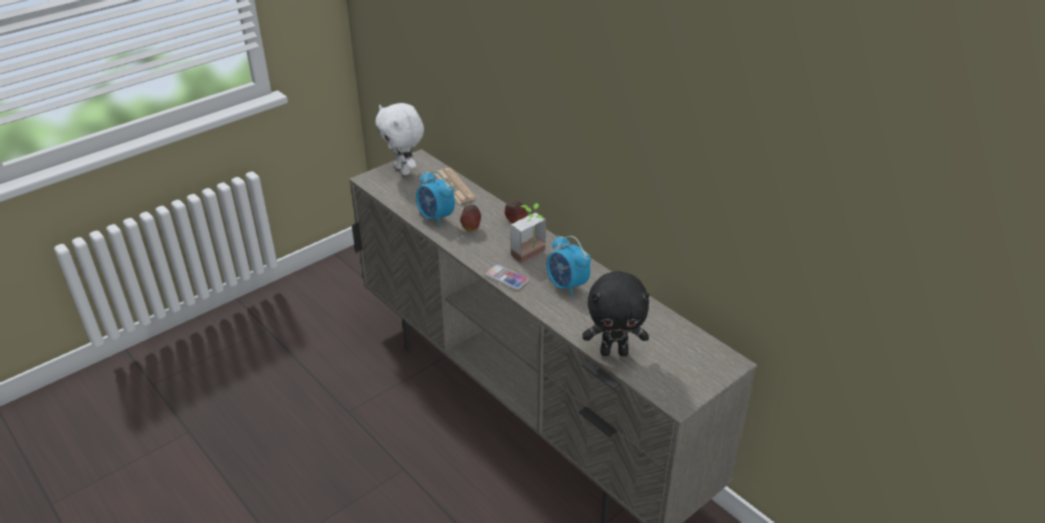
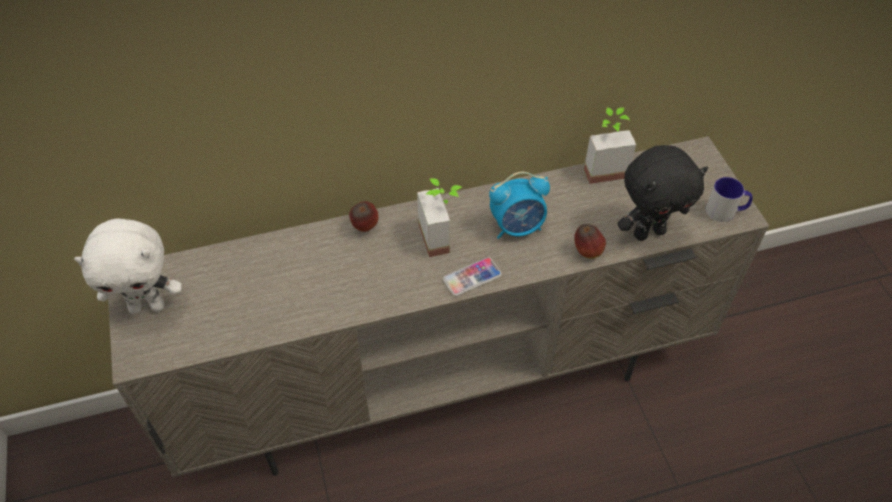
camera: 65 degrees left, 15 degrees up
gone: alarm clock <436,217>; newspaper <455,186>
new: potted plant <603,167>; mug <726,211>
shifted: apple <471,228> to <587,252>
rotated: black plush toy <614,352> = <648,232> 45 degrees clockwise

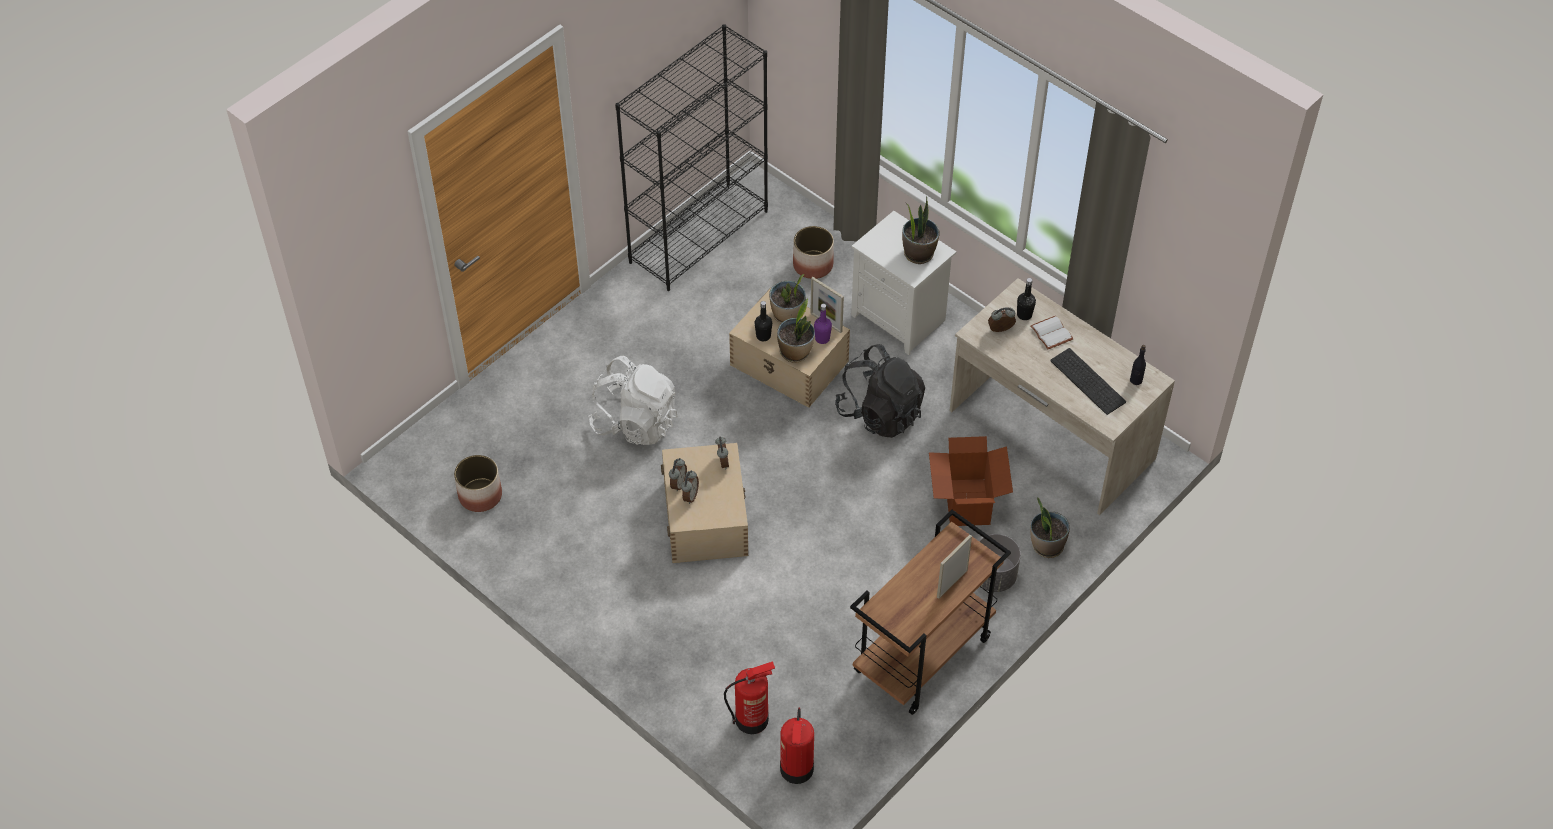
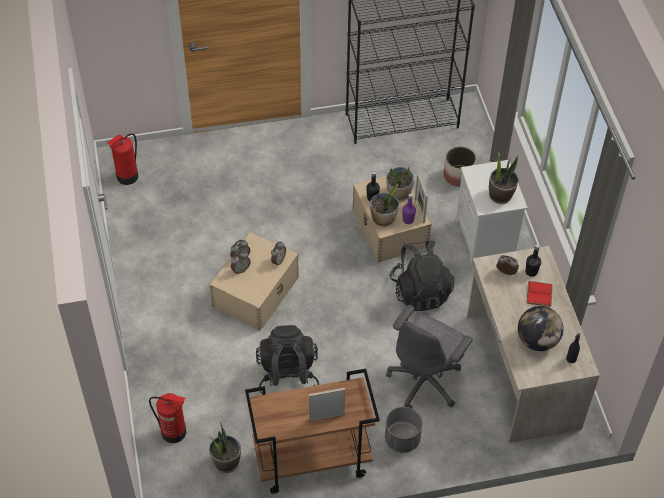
camera: 35 degrees right, 0 degrees up
gone: planter <480,495>; white backpack <635,422>
new: black backpack <288,377>
shifted: fire extinguisher <796,769> to <127,177>; potted plant <1046,546> to <226,462>
swapped: cardboard box <966,503> to grey office chair <425,381>; keyboard <1089,381> to globe <537,340>
repainted: white book <1052,333> to red book <540,295>

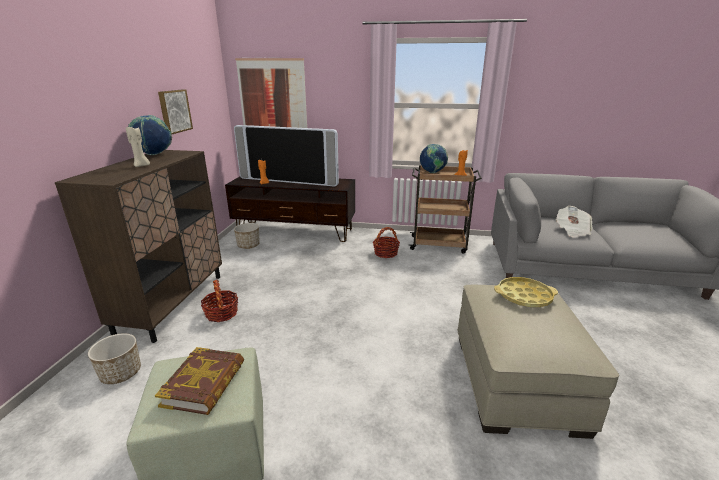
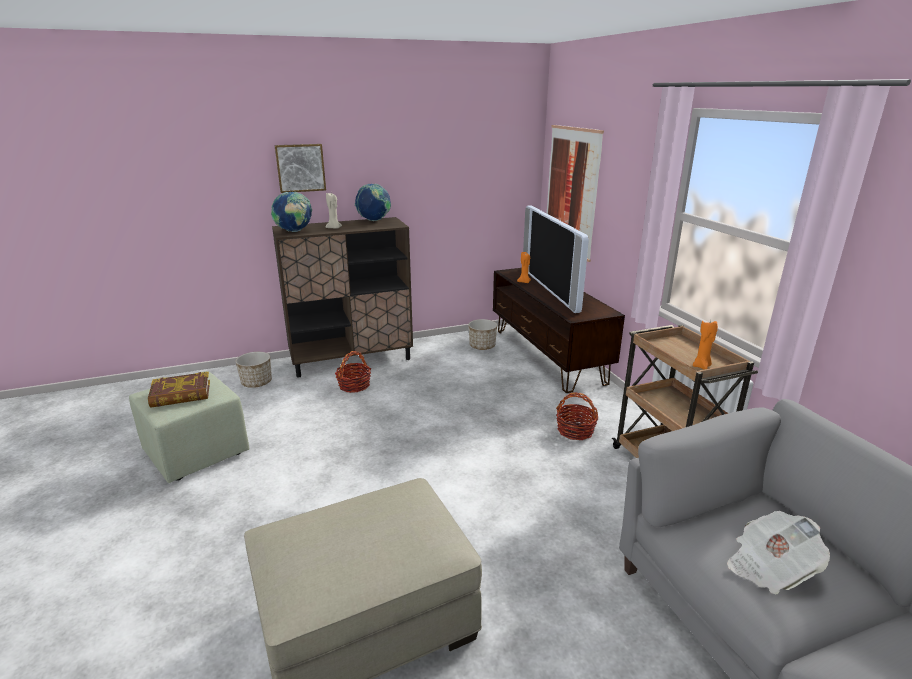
camera: 60 degrees right, 0 degrees up
gone: yellow tray <524,296>
shifted: picture <174,111> to <300,168>; globe <432,173> to <294,231>

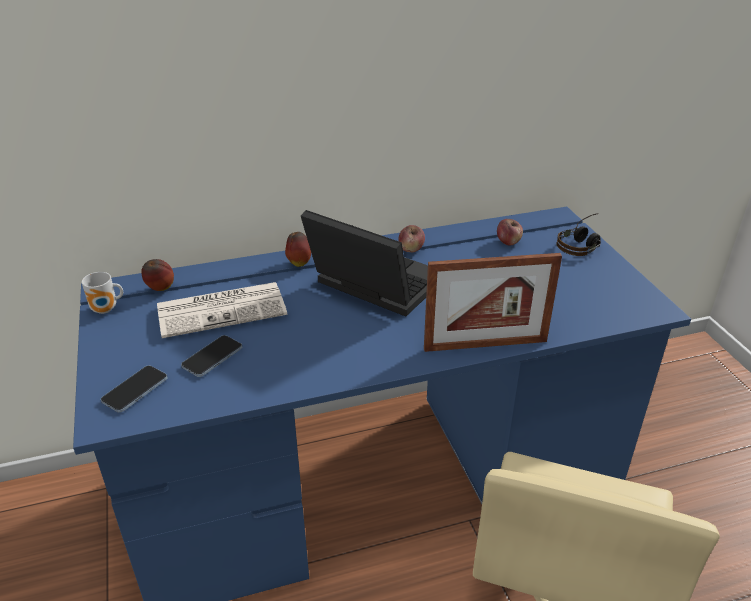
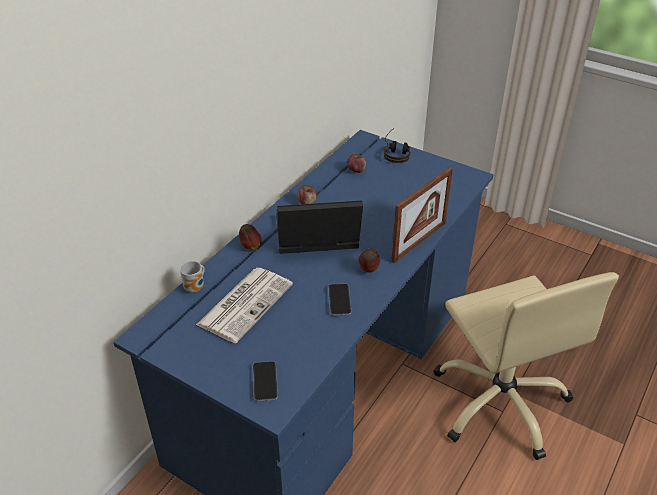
camera: 40 degrees left, 5 degrees up
shifted: mug <106,310> to <196,288>; apple <160,289> to <368,270>; phone <212,357> to <339,300>

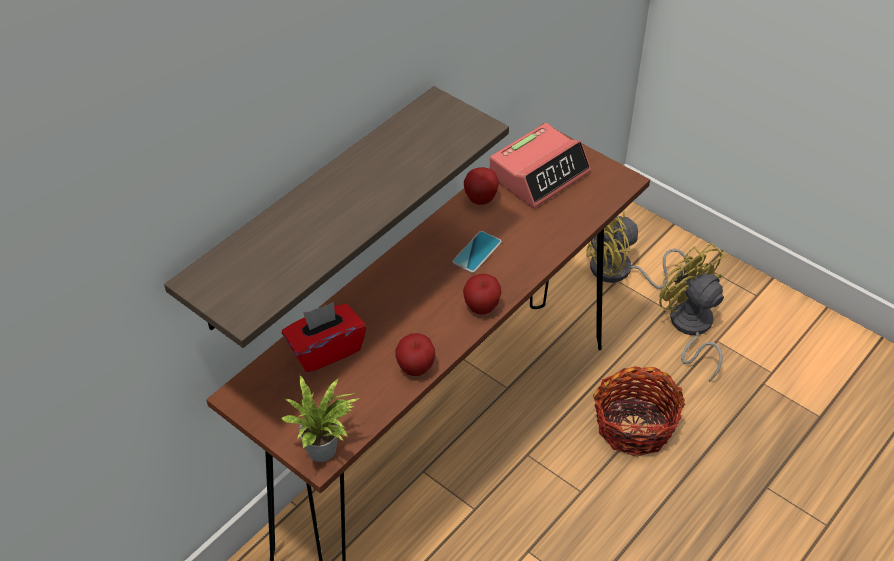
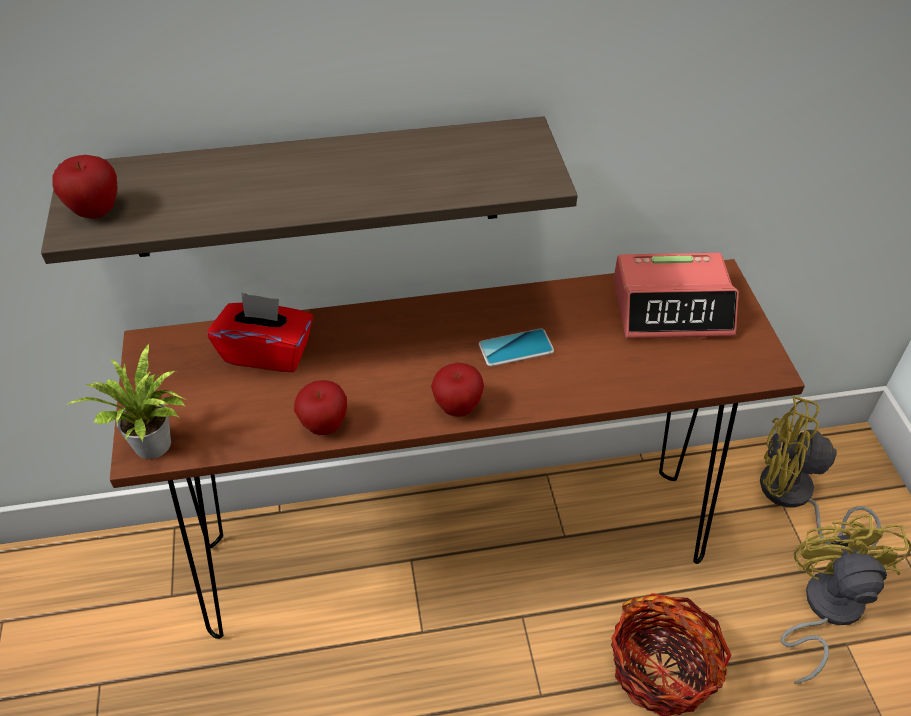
camera: 40 degrees right, 0 degrees up
shifted: apple <480,200> to <96,211>

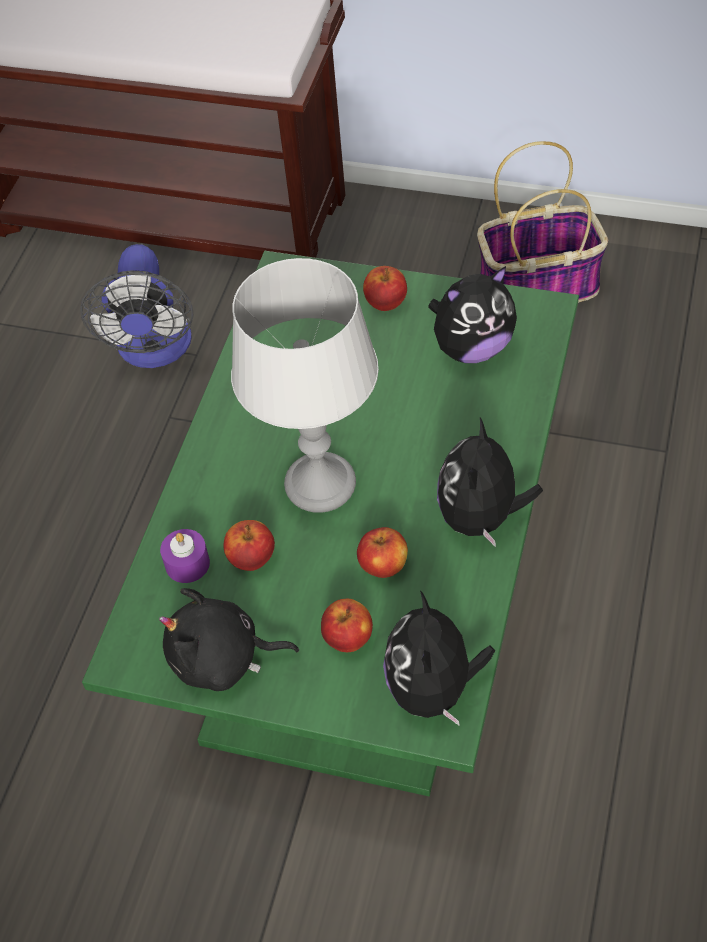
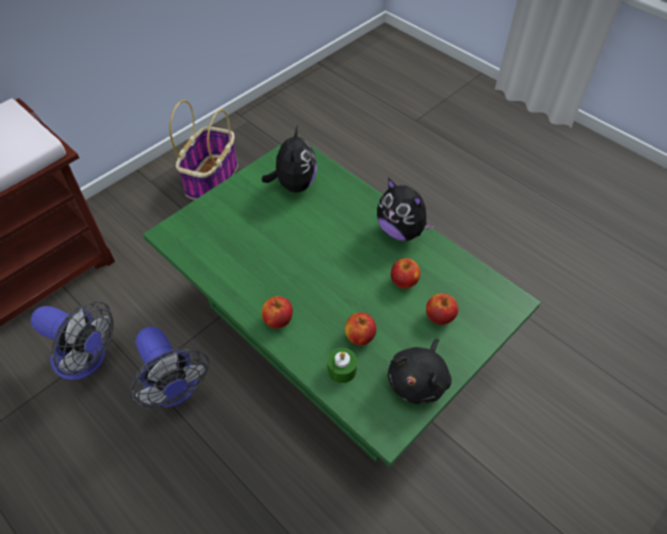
camera: 65 degrees left, 0 degrees up
gone: grey table lamp <320,483>; plush toy <434,689>
new: fan <175,389>
shifted: apple <385,303> to <278,320>
repainted: purple candle <187,564> to green candle <342,370>

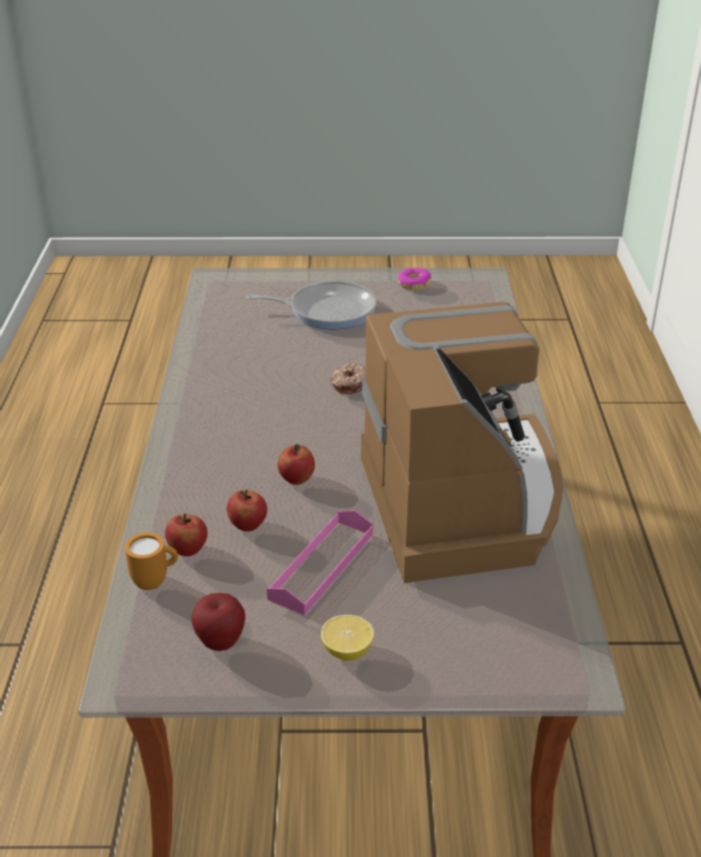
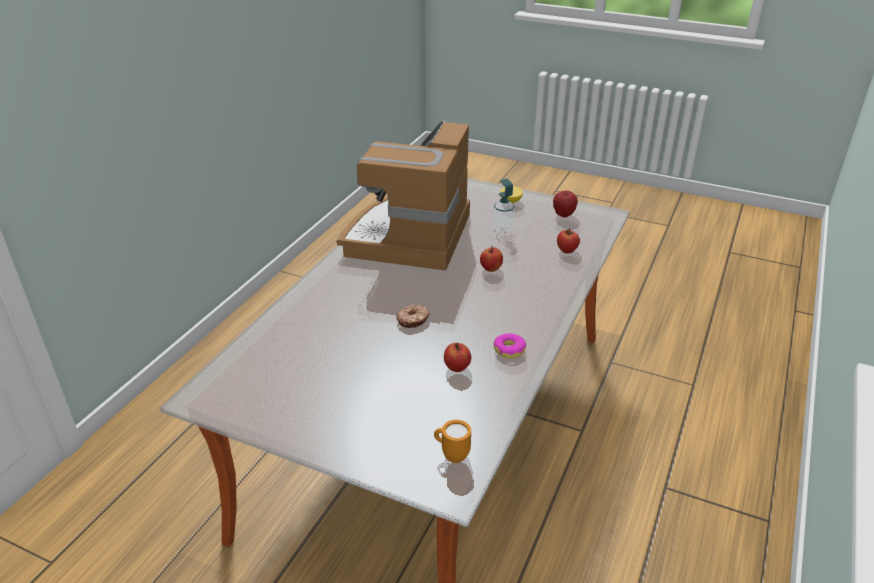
camera: 155 degrees left, 0 degrees up
gone: frying pan <327,310>
shifted: orange mug <155,581> to <451,455>; apple <248,525> to <457,368>; donut <414,284> to <509,350>
swapped: pink tray <322,566> to soap dispenser <502,229>

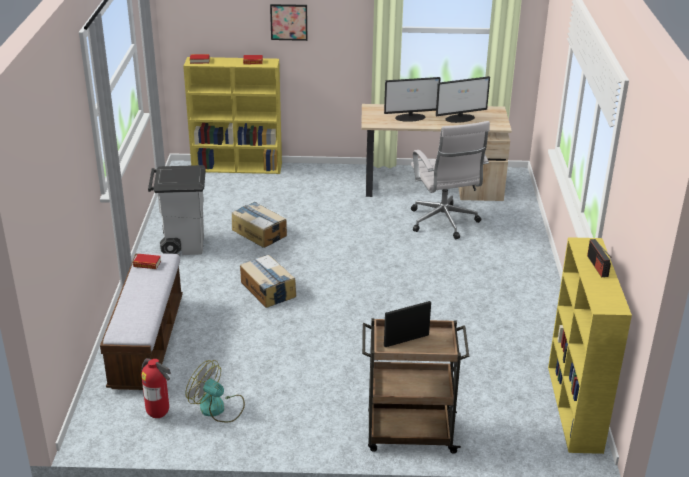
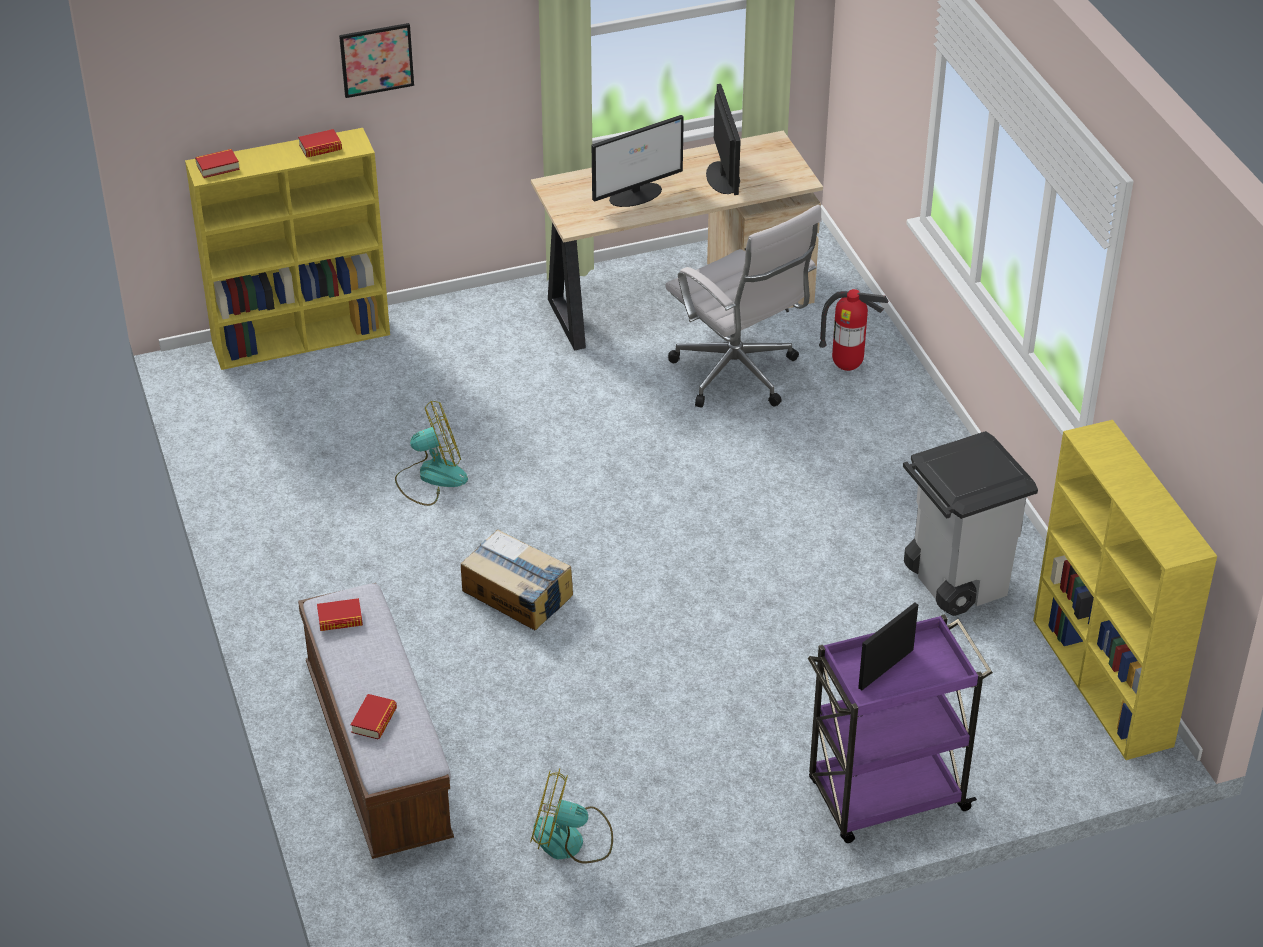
camera: 20 degrees left, 10 degrees up
gone: radio <597,266>
new: book <374,720>
shifted: fire extinguisher <159,415> to <847,366>; grey trash can <183,244> to <954,581>
swapped: cardboard box <259,232> to fan <431,477>
repainted: brown cart <409,433> to purple cart <885,797>
rotated: monitor <460,118> = <723,177> 60 degrees counterclockwise

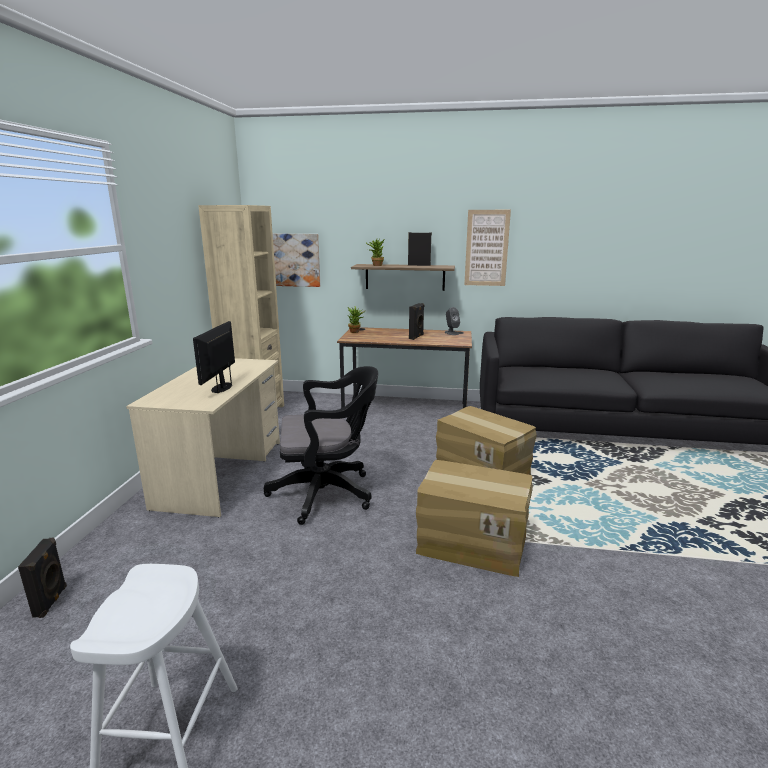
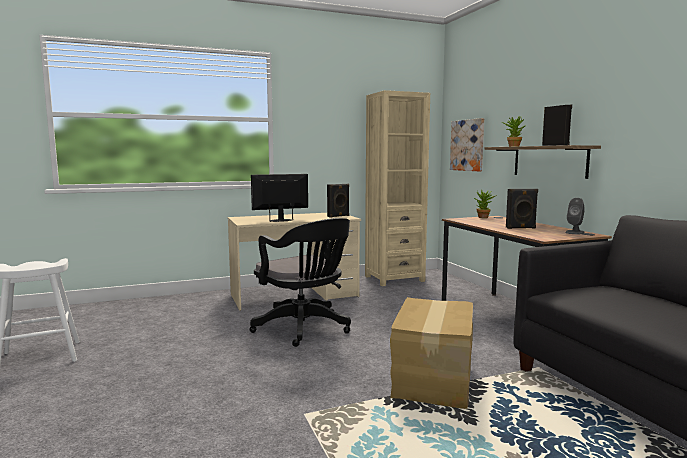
camera: 60 degrees right, 10 degrees down
gone: cardboard box <472,542>; picture <486,248>
shifted: black speaker <51,601> to <338,216>

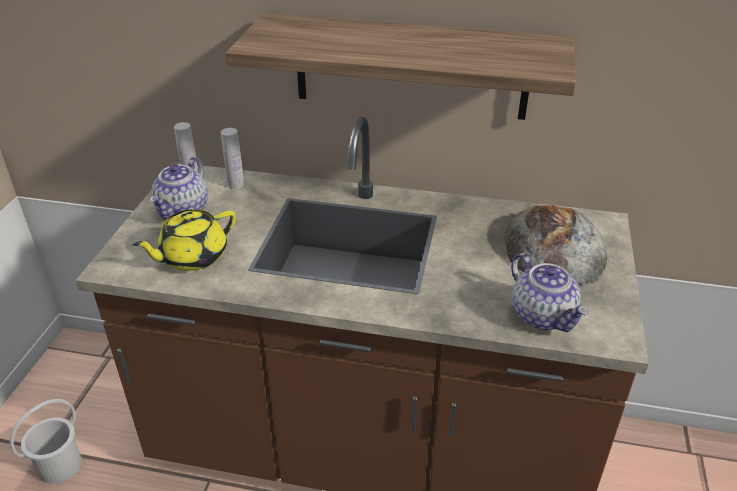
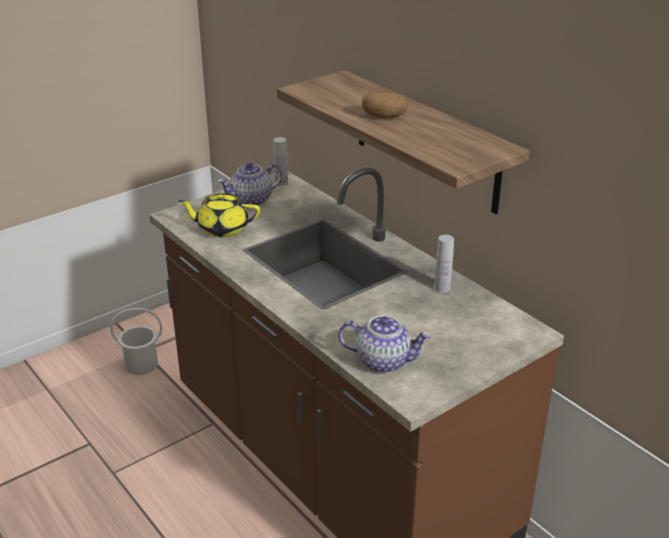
camera: 40 degrees right, 5 degrees down
gone: bread <553,248>
new: potato <384,117>
shifted: white bottle <236,184> to <442,288>
rotated: teapot <543,316> = <383,361> 90 degrees counterclockwise

